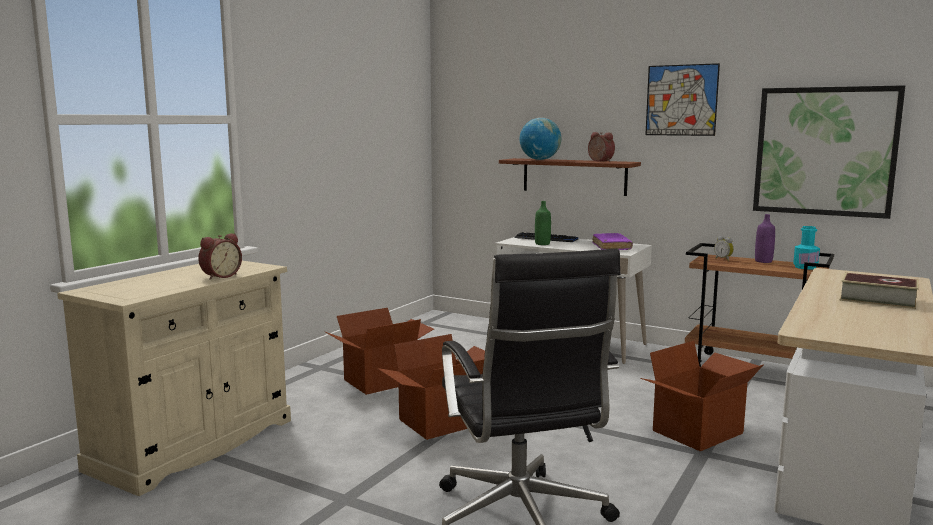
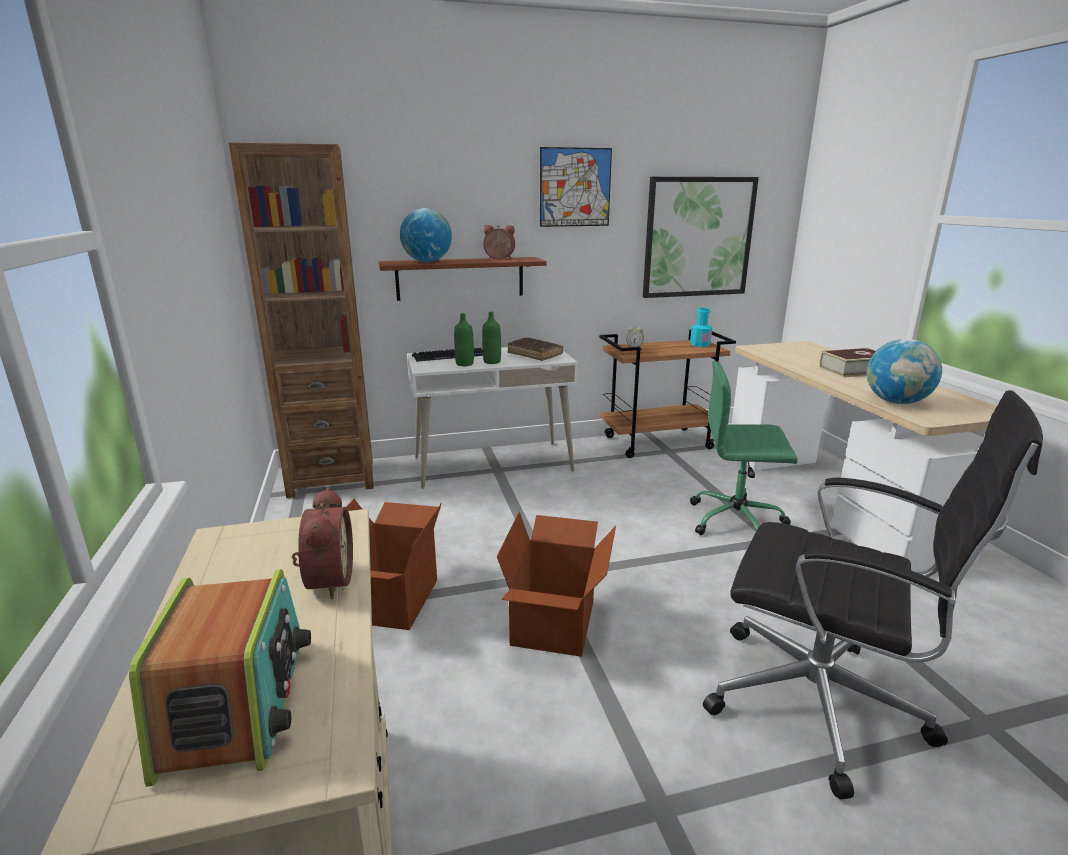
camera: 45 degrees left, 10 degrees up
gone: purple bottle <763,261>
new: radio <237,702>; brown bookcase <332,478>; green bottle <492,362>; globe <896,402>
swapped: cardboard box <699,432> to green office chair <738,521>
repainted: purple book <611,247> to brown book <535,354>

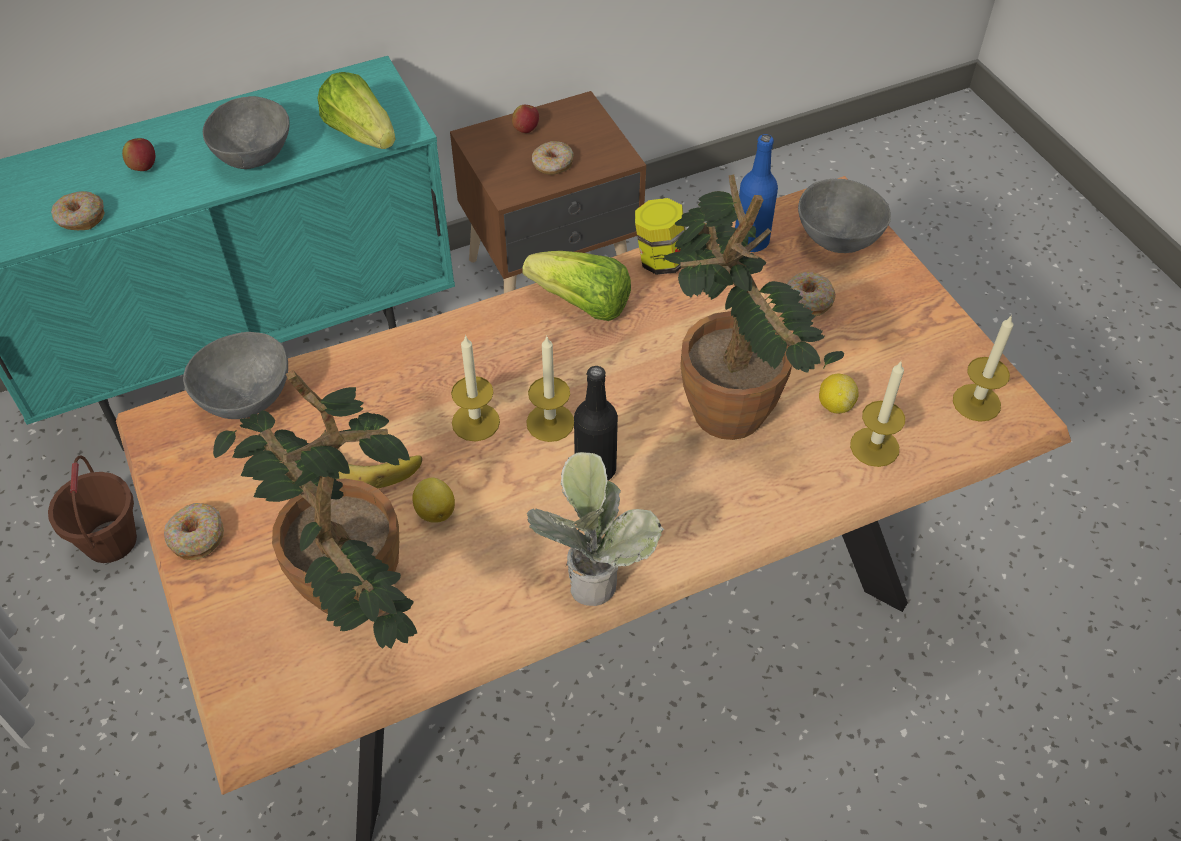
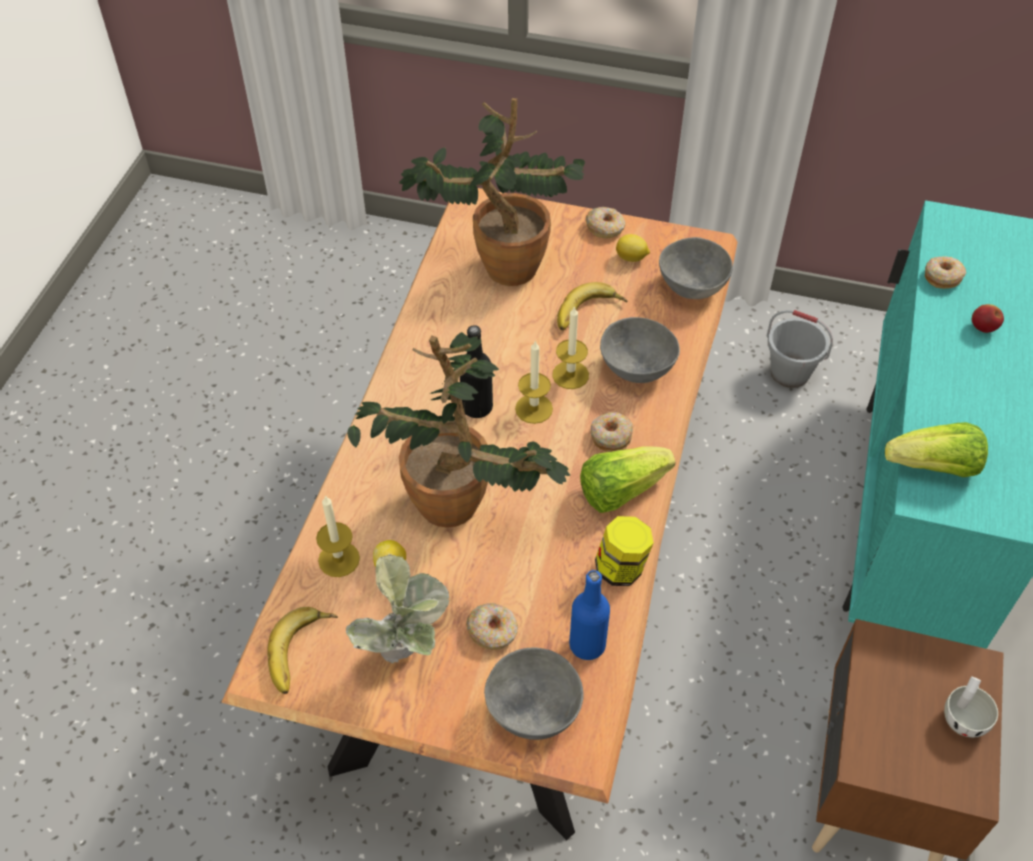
camera: 130 degrees right, 0 degrees up
shifted: grey bowl <255,155> to <637,370>; lemon <435,510> to <631,258>; potted plant <592,574> to <407,653>; donut <552,164> to <610,436>
swapped: apple <526,129> to white cup <964,715>; candle <976,402> to banana <303,653>
repainted: brown bucket <110,541> to grey bucket <790,373>

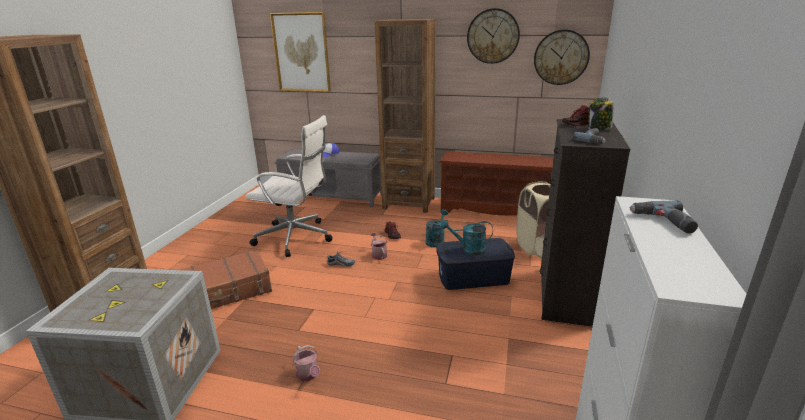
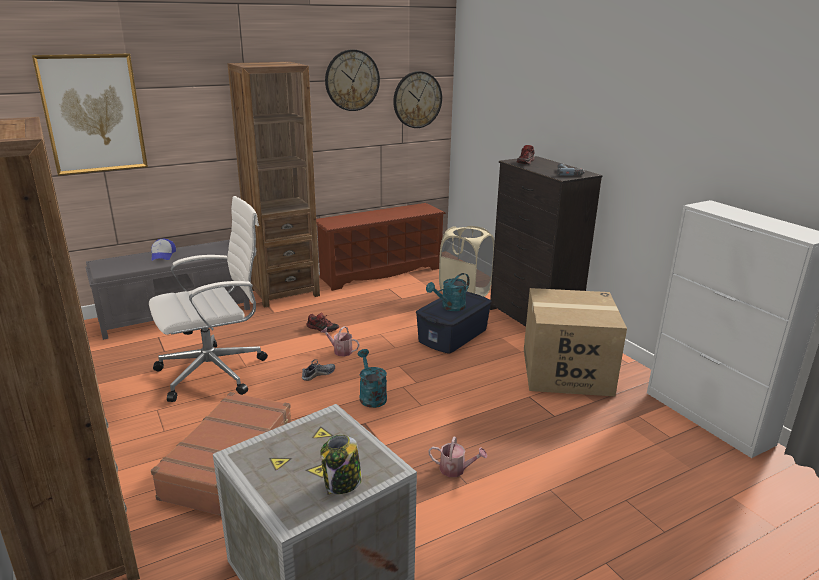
camera: 45 degrees left, 0 degrees up
gone: power drill <663,222>
new: cardboard box <566,371>
shifted: turquoise watering can <436,240> to <371,396>; jar <598,129> to <342,483>

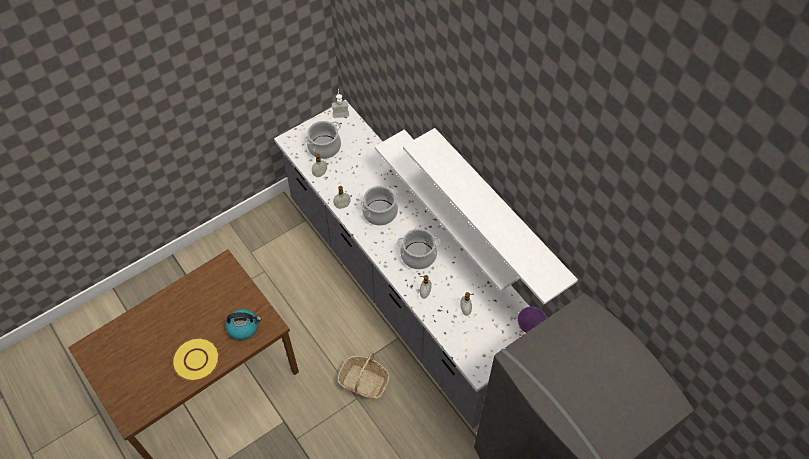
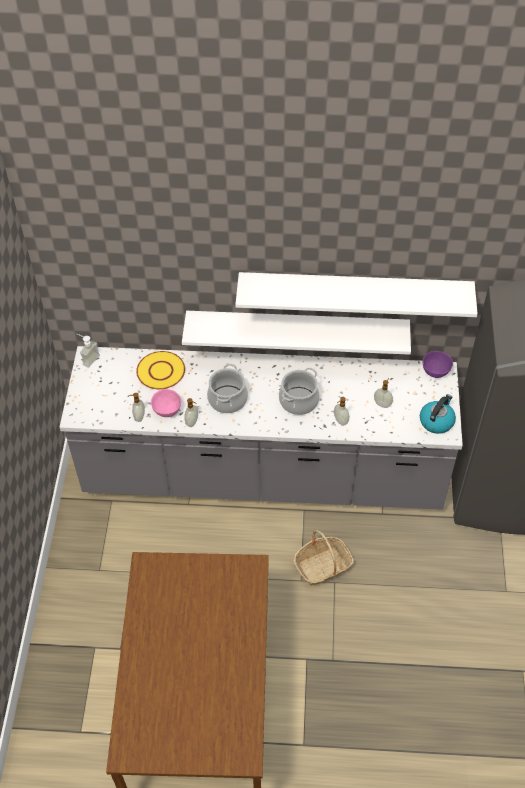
camera: 50 degrees left, 5 degrees down
gone: cooking pot <324,147>
new: pink bowl <167,410>
shifted: yellow plate <196,359> to <160,371>; kettle <244,327> to <436,421>

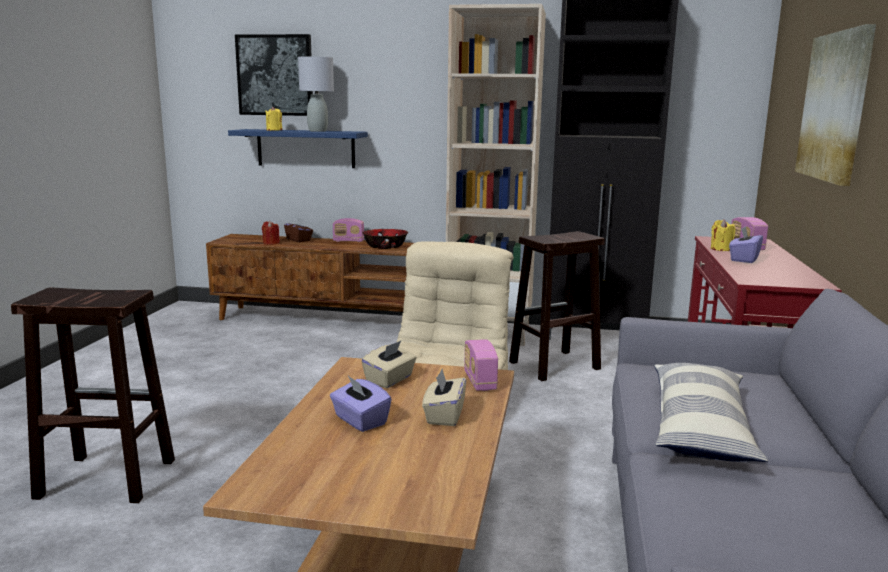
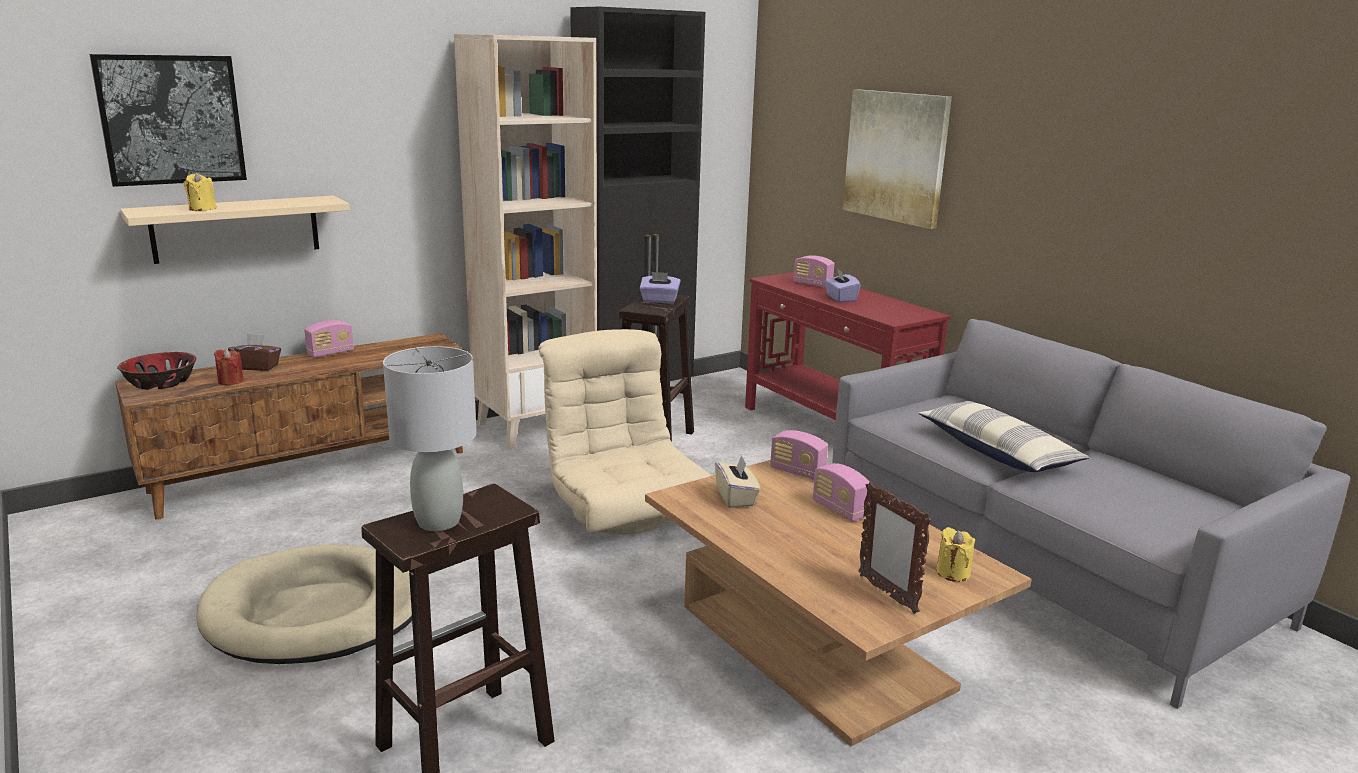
camera: 45 degrees left, 5 degrees up
new: beige dog bed <314,612>; picture frame <887,593>
shifted: grey table lamp <318,131> to <439,521>; purple tissue box <360,420> to <659,300>; bowl <385,246> to <160,383>; yellow candle <721,249> to <953,573>
swapped: beige tissue box <444,415> to radio <839,509>
repainted: blue shelf <306,148> to beige shelf <236,228>

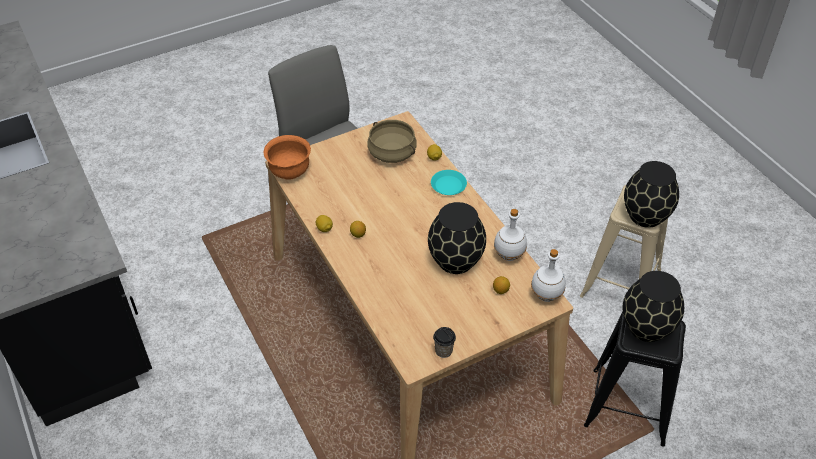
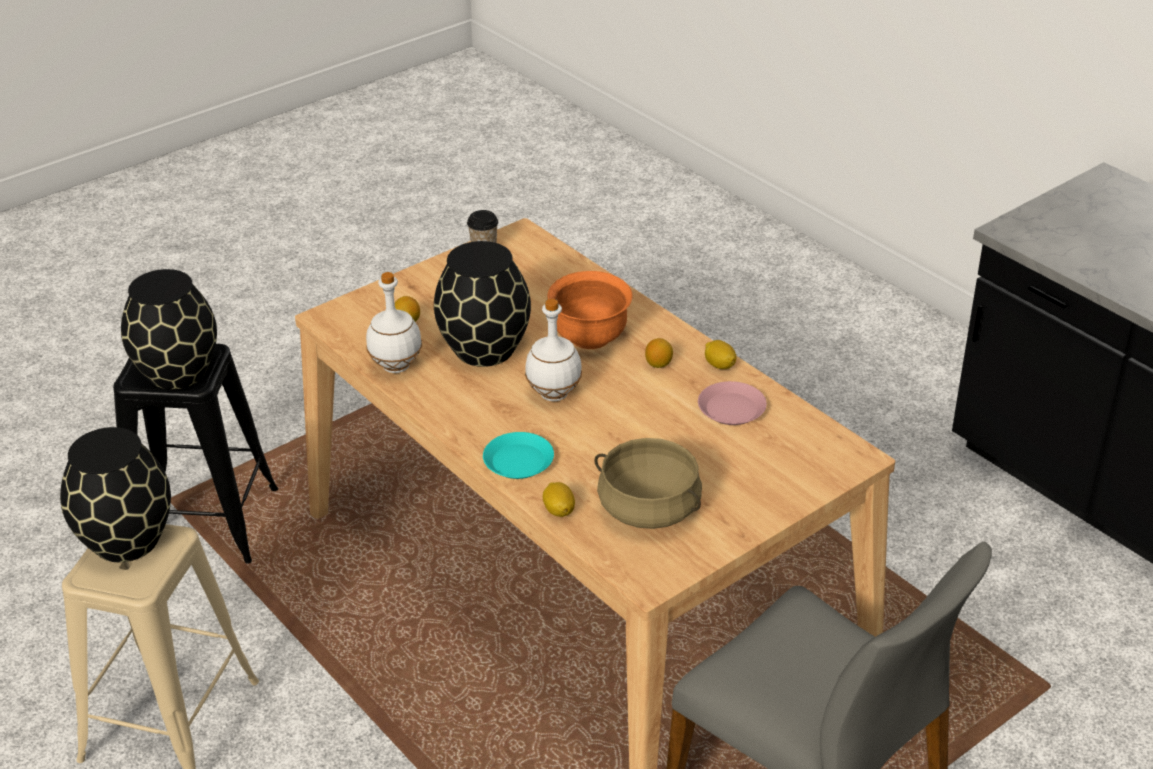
camera: 170 degrees right, 10 degrees down
new: pink plate <732,409>
shifted: orange bowl <290,172> to <590,338>; white bottle <546,296> to <553,394>

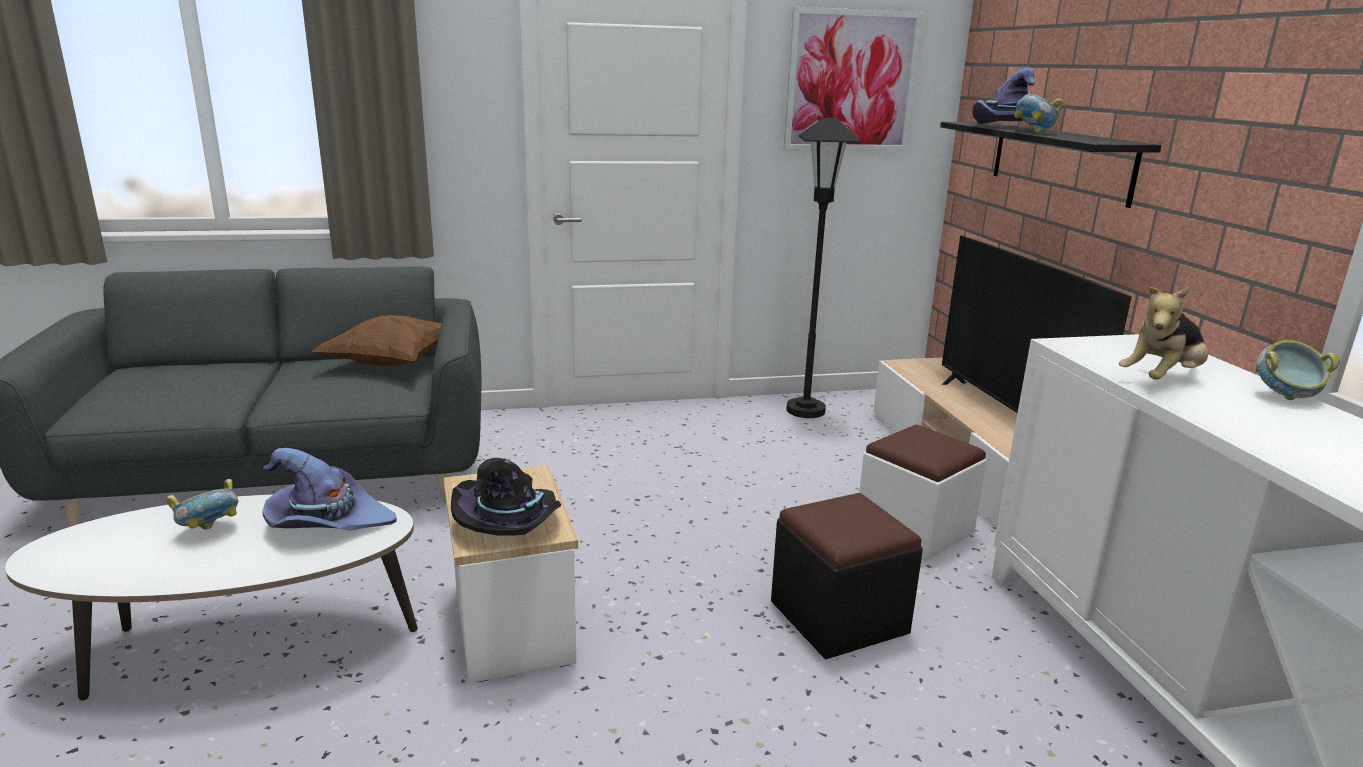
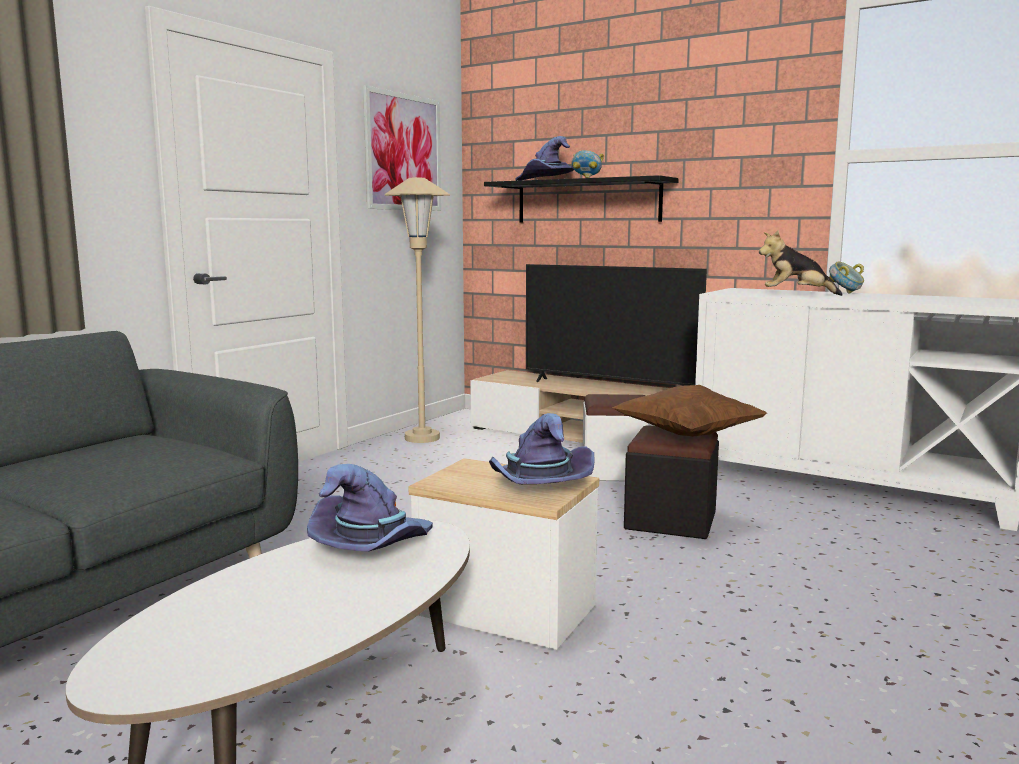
camera: 45 degrees left, 10 degrees down
gone: bowl <210,531>
shifted: brown pillow <392,363> to <687,435>
repainted: black hat <511,523> to purple hat <538,486>; black floor lamp <805,410> to beige floor lamp <422,438>
rotated: plush toy <1162,379> = <795,295> 90 degrees clockwise

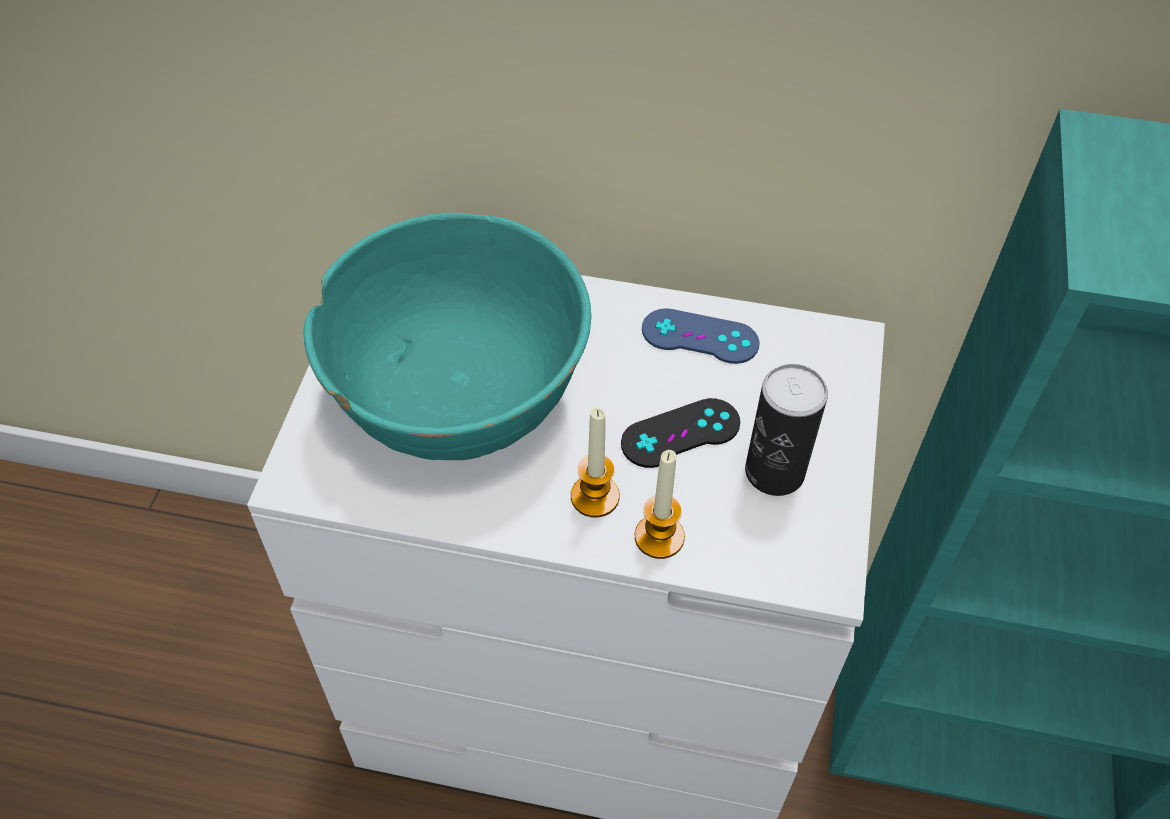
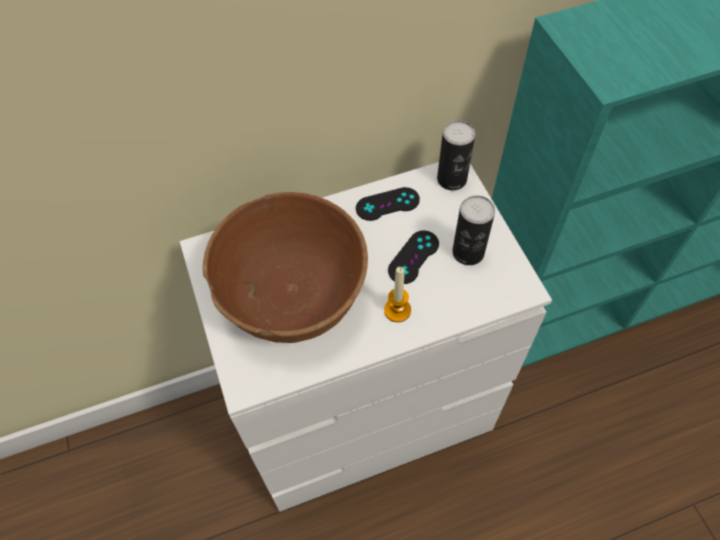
camera: 30 degrees left, 5 degrees up
gone: candle <659,537>
new: can <451,179>
repainted: turquoise bowl <458,394> to brown bowl <293,296>; blue game controller <700,337> to black game controller <387,204>

